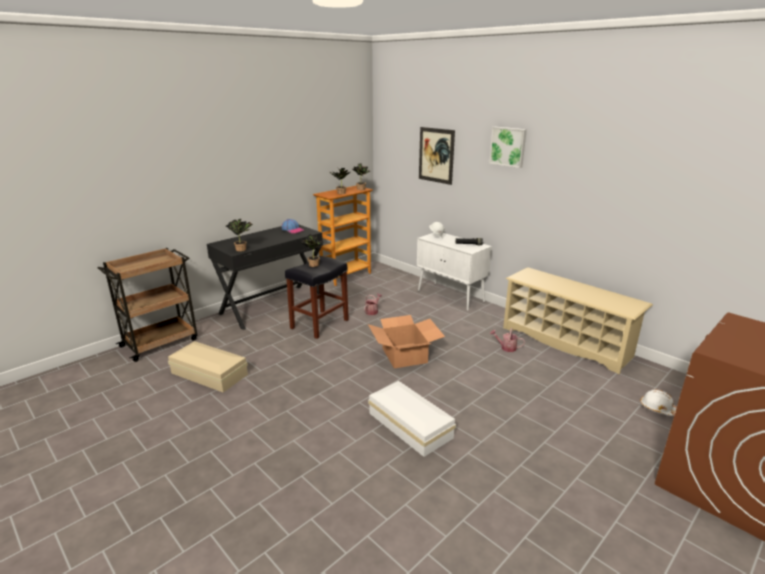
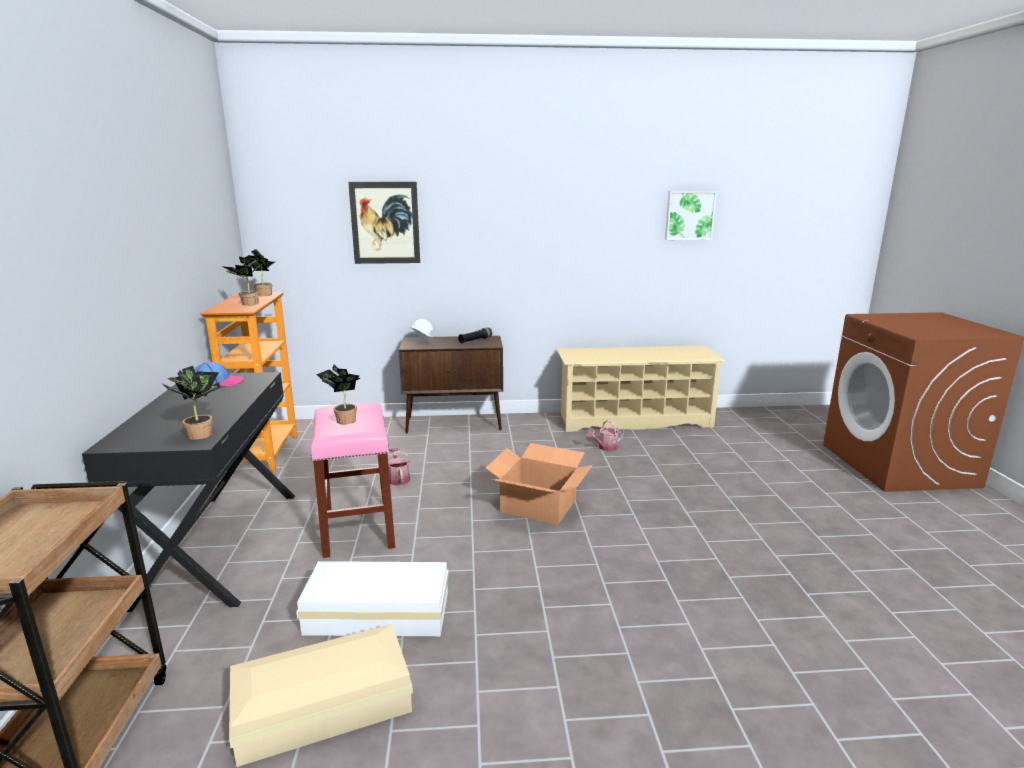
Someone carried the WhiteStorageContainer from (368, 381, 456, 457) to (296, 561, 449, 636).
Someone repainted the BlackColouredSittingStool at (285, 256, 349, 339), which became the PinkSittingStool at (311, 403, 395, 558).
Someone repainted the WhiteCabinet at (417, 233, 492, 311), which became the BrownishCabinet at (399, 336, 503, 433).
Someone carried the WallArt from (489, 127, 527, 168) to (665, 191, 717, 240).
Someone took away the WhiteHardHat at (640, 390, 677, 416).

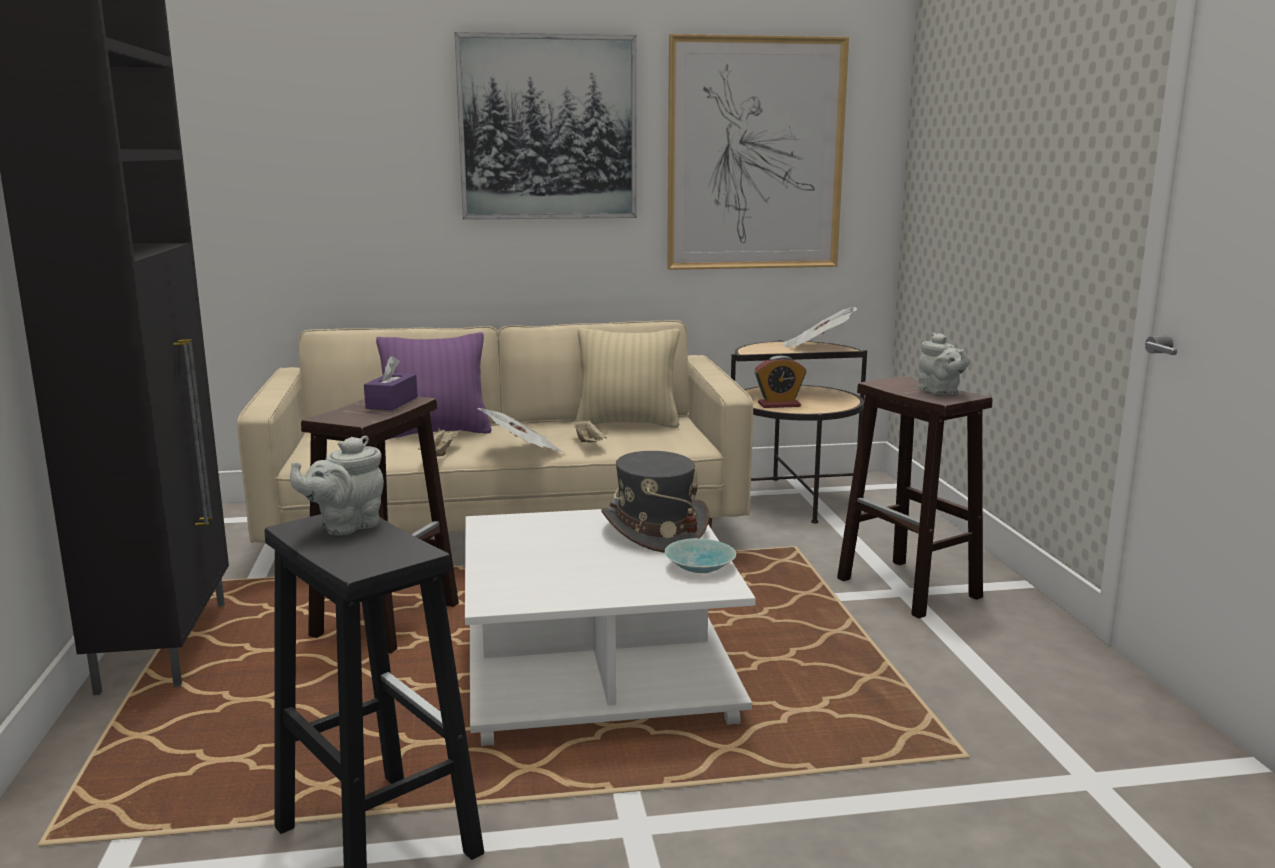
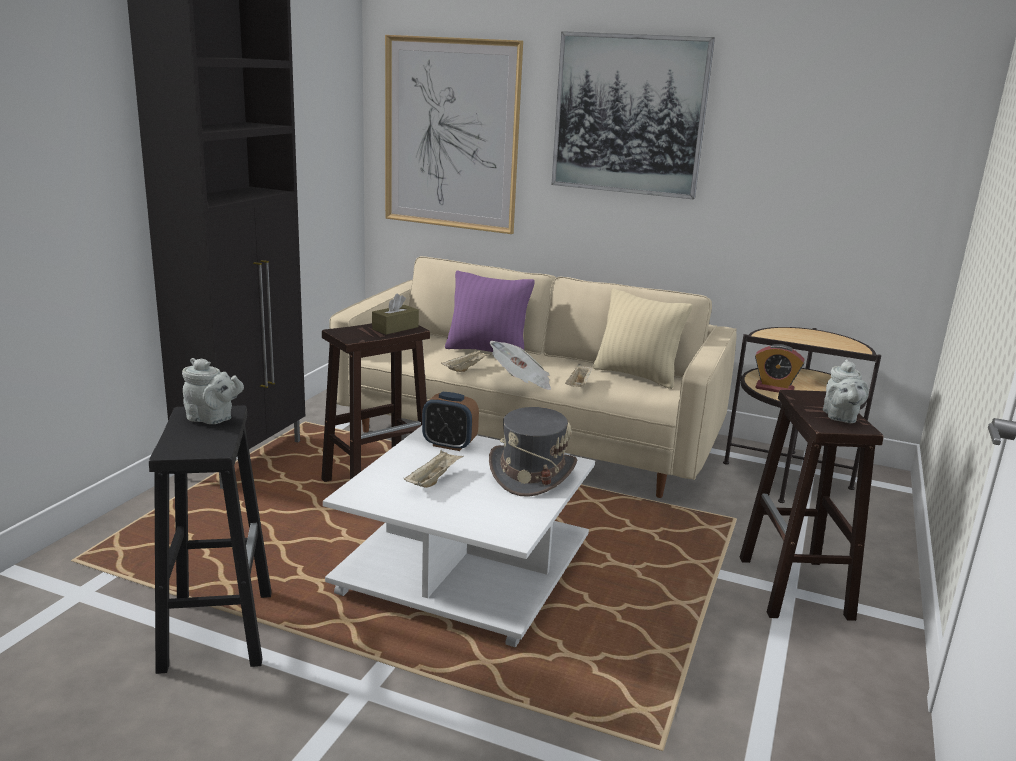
Someone rotated the GrayTeapot at (290, 436, 384, 535) by 150 degrees counterclockwise.
Someone repainted the PurpleColouredTissueHolder at (364, 356, 418, 410), which became the BrownishTissueHolder at (372, 294, 419, 335).
Someone carried the WallArt from (667, 34, 849, 270) to (385, 35, 523, 234).
Someone put down the BeigeColouredCarryingTray at (404, 450, 464, 488).
Someone put down the AlarmClock at (422, 392, 479, 451).
Someone took away the TurquoiseServingBowl at (665, 538, 736, 574).
Someone took away the PrintedPaper at (781, 307, 857, 348).

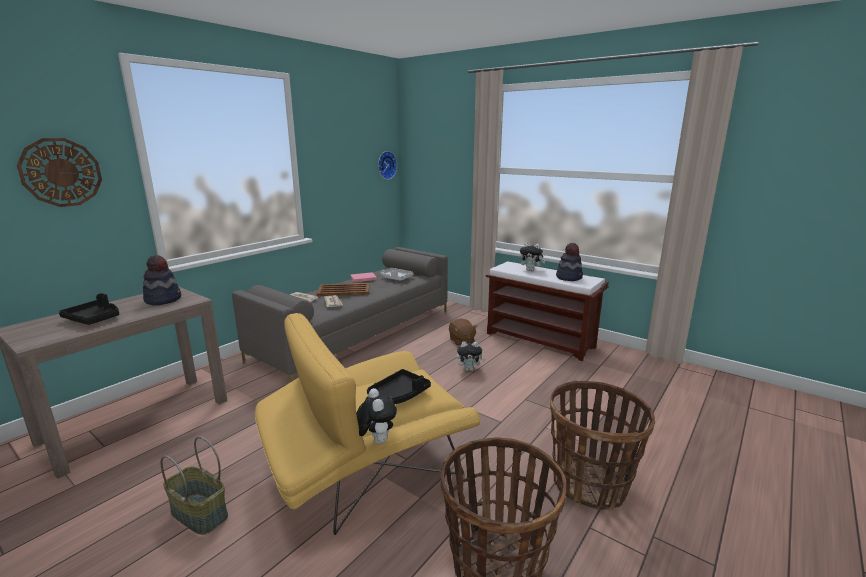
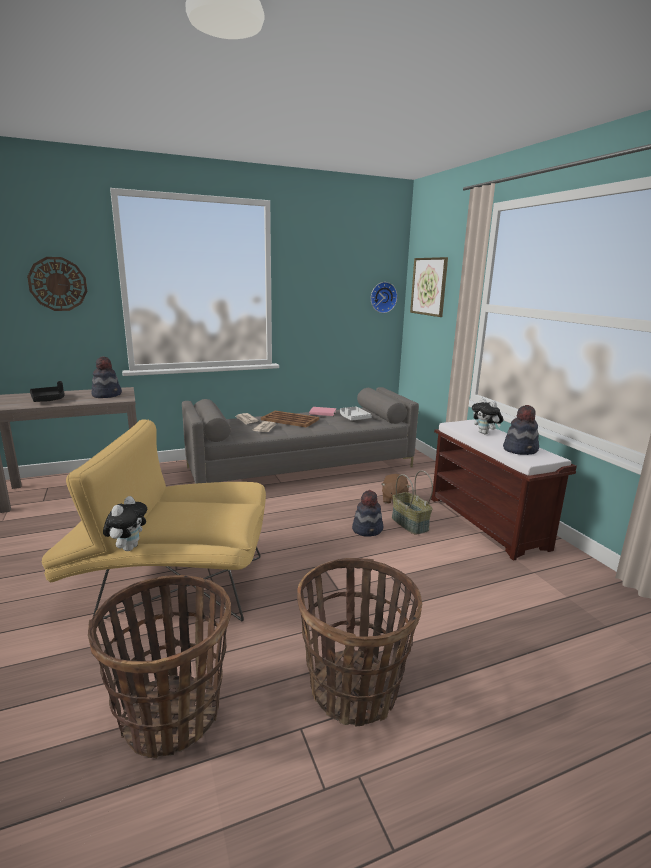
Someone swapped the CuddlyToy at (457, 342, 485, 371) for the ClothingHat at (352, 490, 384, 536).
Someone carried the HouseholdBasket from (160, 436, 228, 535) to (392, 470, 433, 535).
Someone put up the WallArt at (410, 257, 448, 317).
Someone took away the BlackColouredCarryingTray at (367, 369, 431, 404).

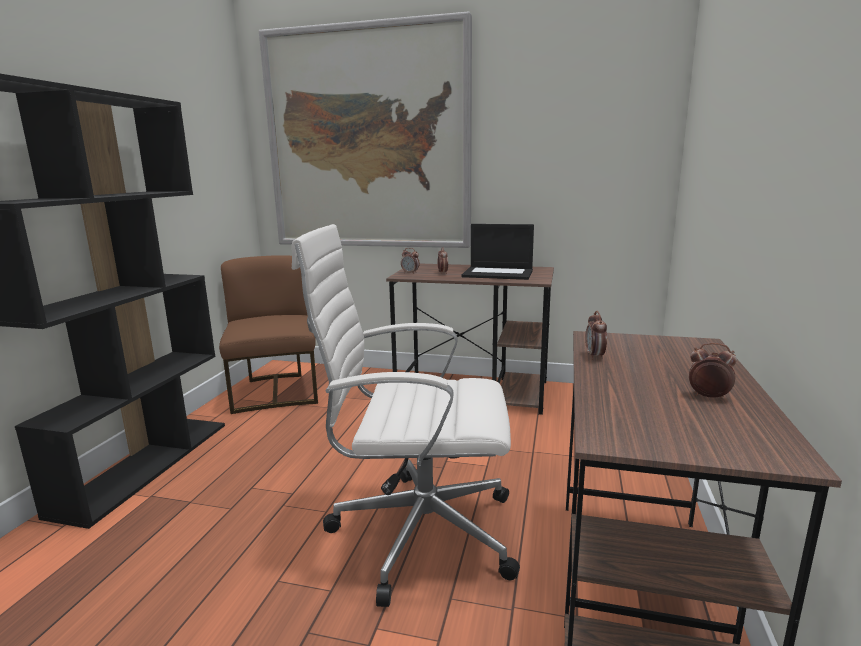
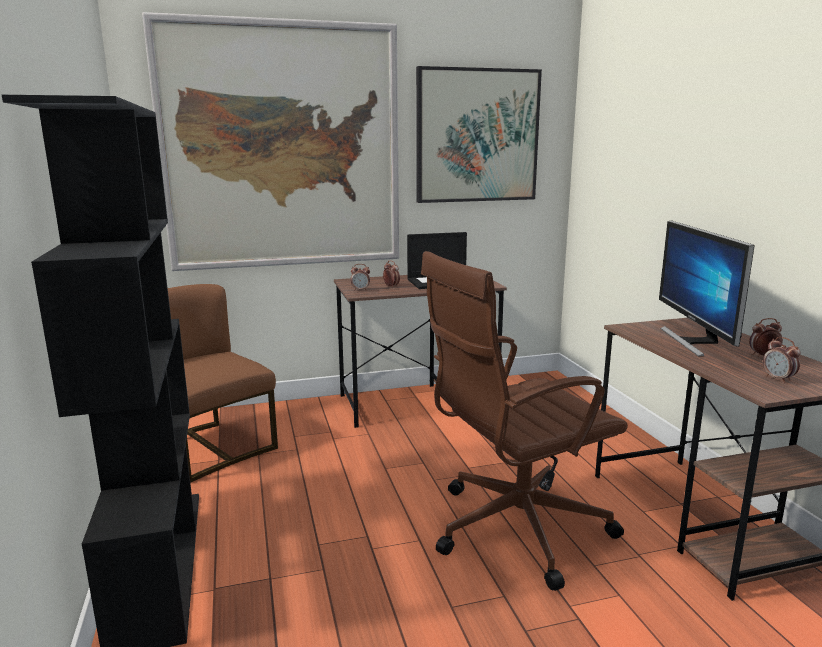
Someone put up the WallArt at (416, 66, 542, 203).
Someone repainted the WhiteDeskChair at (292, 224, 520, 607), which became the BrownishDeskChair at (421, 251, 628, 591).
Someone put down the Monitor at (659, 221, 755, 357).
Someone carried the AlarmClock from (585, 311, 607, 360) to (763, 337, 801, 383).

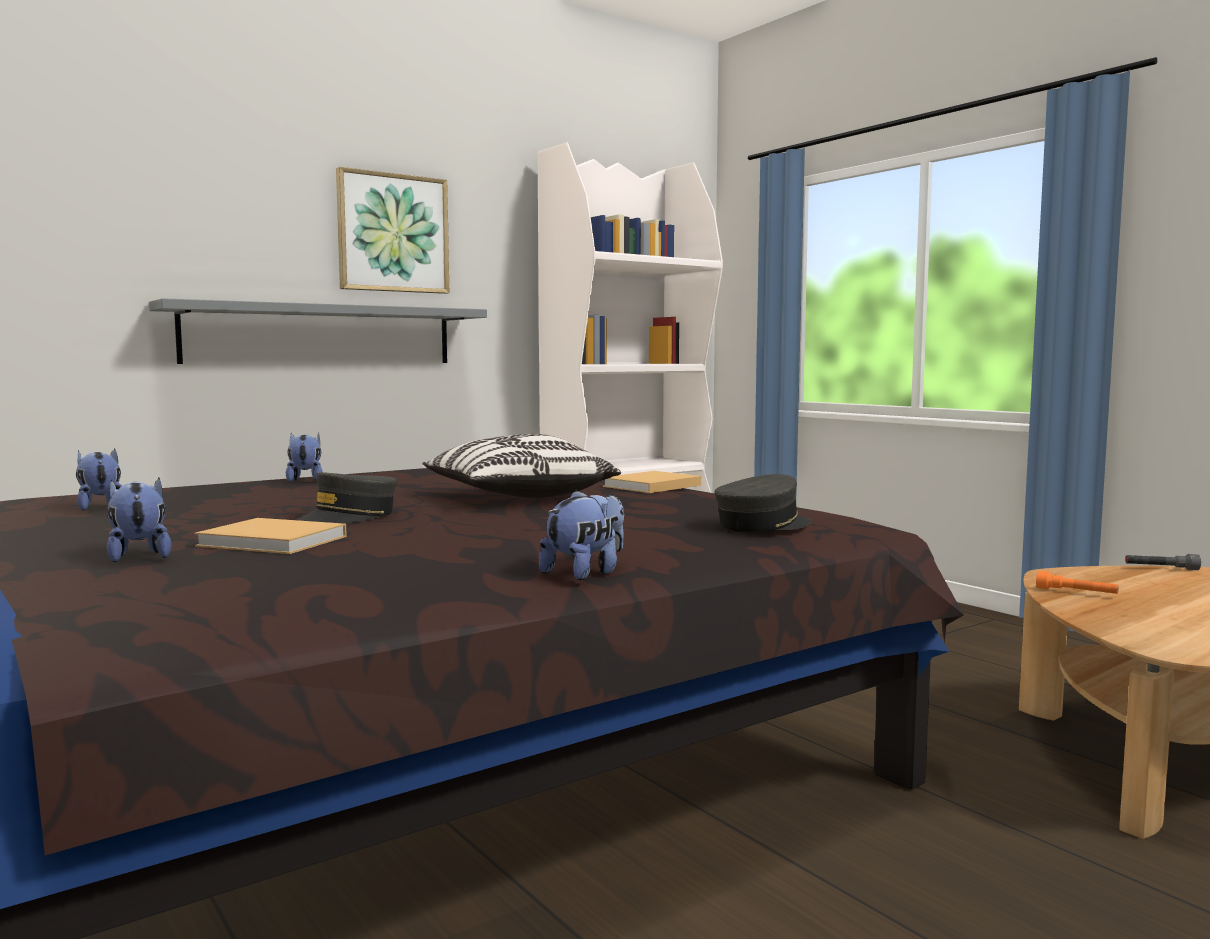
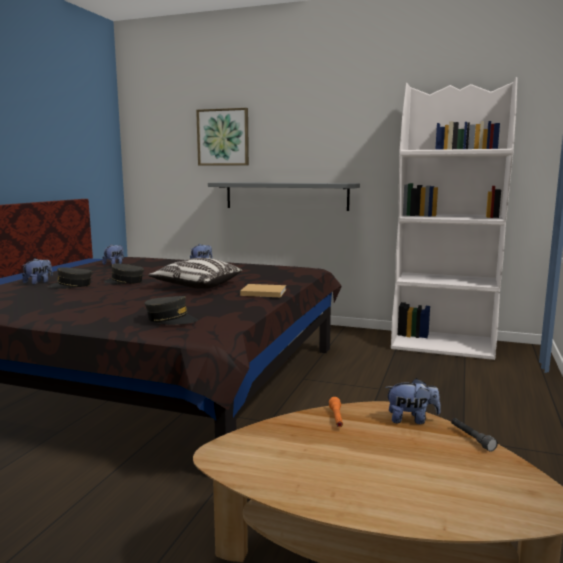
Someone swapped the BeigeColouredBook at (195, 518, 347, 554) for the GrayCap at (47, 267, 92, 289).
Someone carried the WallArt from (336, 167, 449, 294) to (196, 108, 249, 166).
Someone carried the CuddlyToy from (539, 490, 624, 580) to (385, 378, 441, 424).

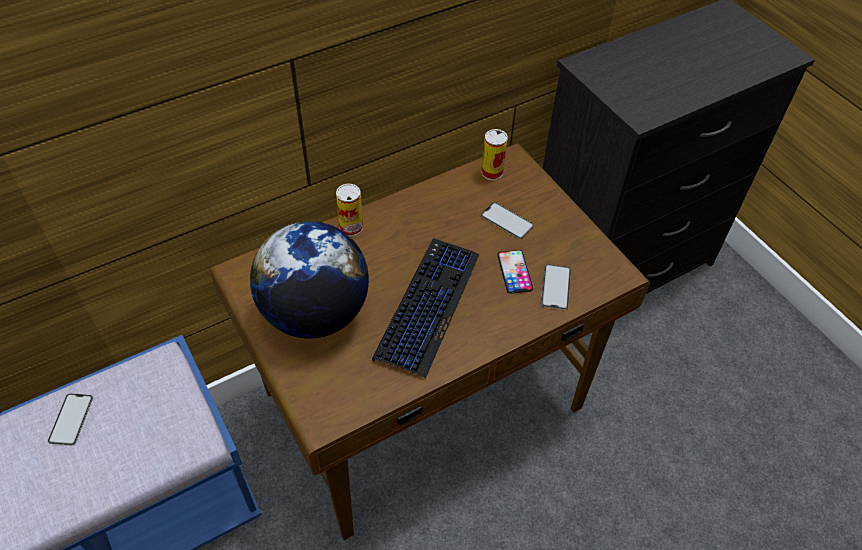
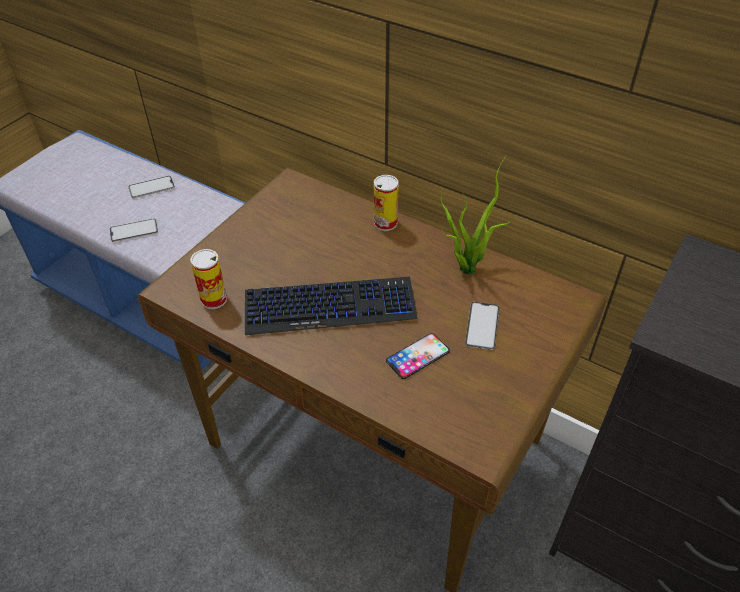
Someone carried the Telephone from (541, 264, 571, 310) to (110, 218, 158, 242).
Someone carried the SealedCan from (481, 129, 508, 180) to (190, 249, 227, 309).
Someone put down the PlantInAPot at (441, 156, 514, 274).
Someone took away the DeskGlobe at (250, 221, 369, 339).

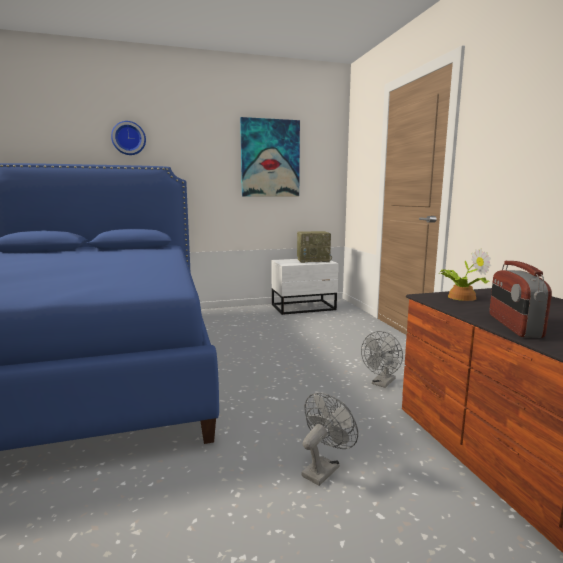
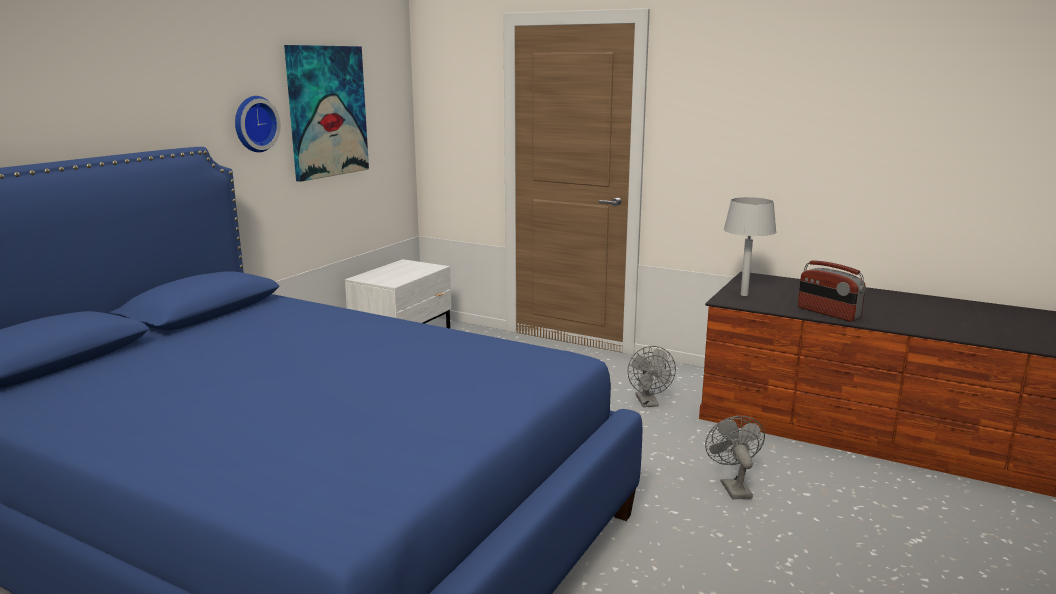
Someone carried the ClockOnTheWall from (111, 121, 146, 155) to (235, 96, 281, 152).
Someone swapped the PlantInAPot at (438, 248, 491, 301) for the GrayTableLamp at (724, 197, 776, 296).
Someone took away the RadioSet at (297, 231, 332, 263).

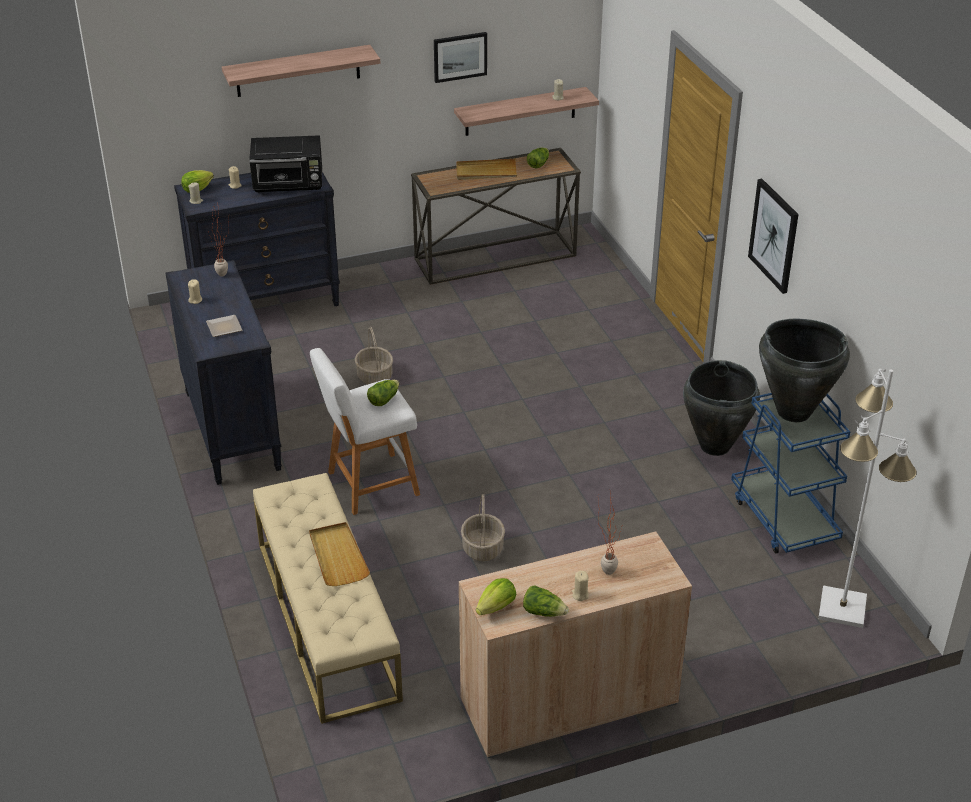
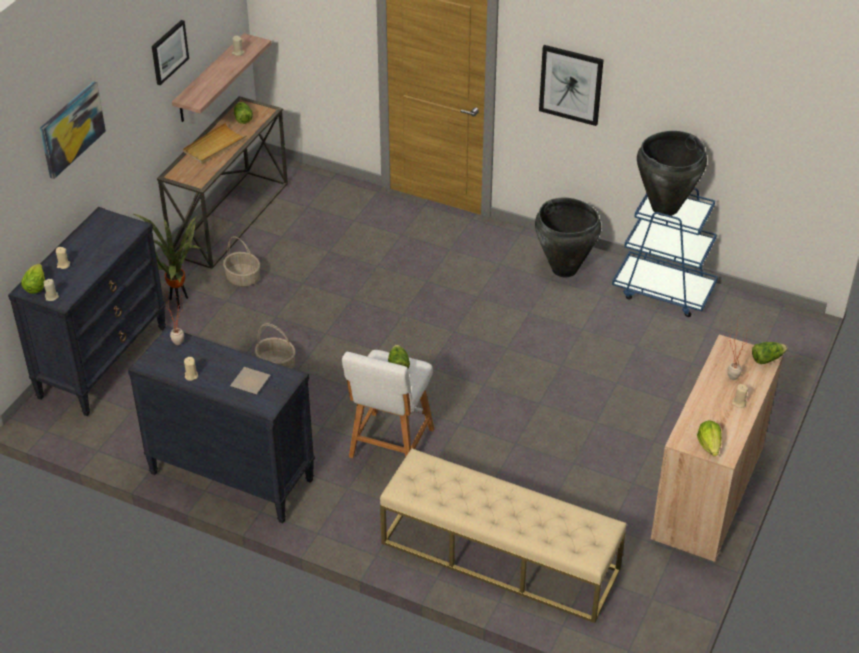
Someone swapped the BracketShelf at (222, 45, 380, 97) for the WallArt at (40, 81, 106, 179).
Someone put down the PlantInAPot at (132, 213, 202, 309).
Someone carried the HouseholdBasket from (461, 494, 505, 561) to (223, 236, 260, 287).
Someone carried the Lettuce from (523, 585, 569, 617) to (752, 342, 788, 364).
Someone took away the BlackColouredMicrowaveOven at (249, 135, 322, 193).
Someone took away the BeigeColouredCarryingTray at (309, 522, 370, 586).
Someone took away the WhiteFloorLamp at (818, 369, 916, 628).

